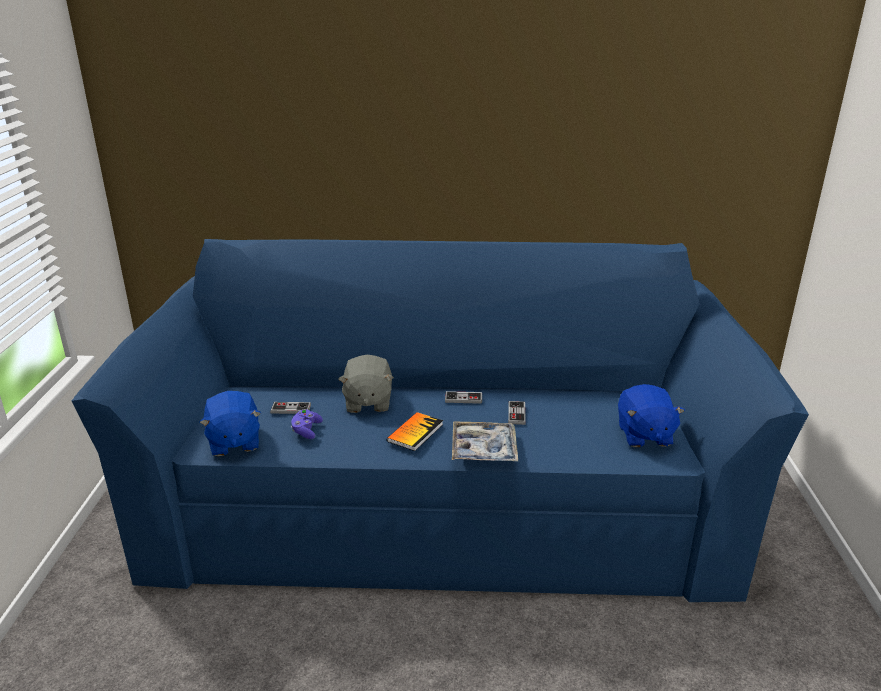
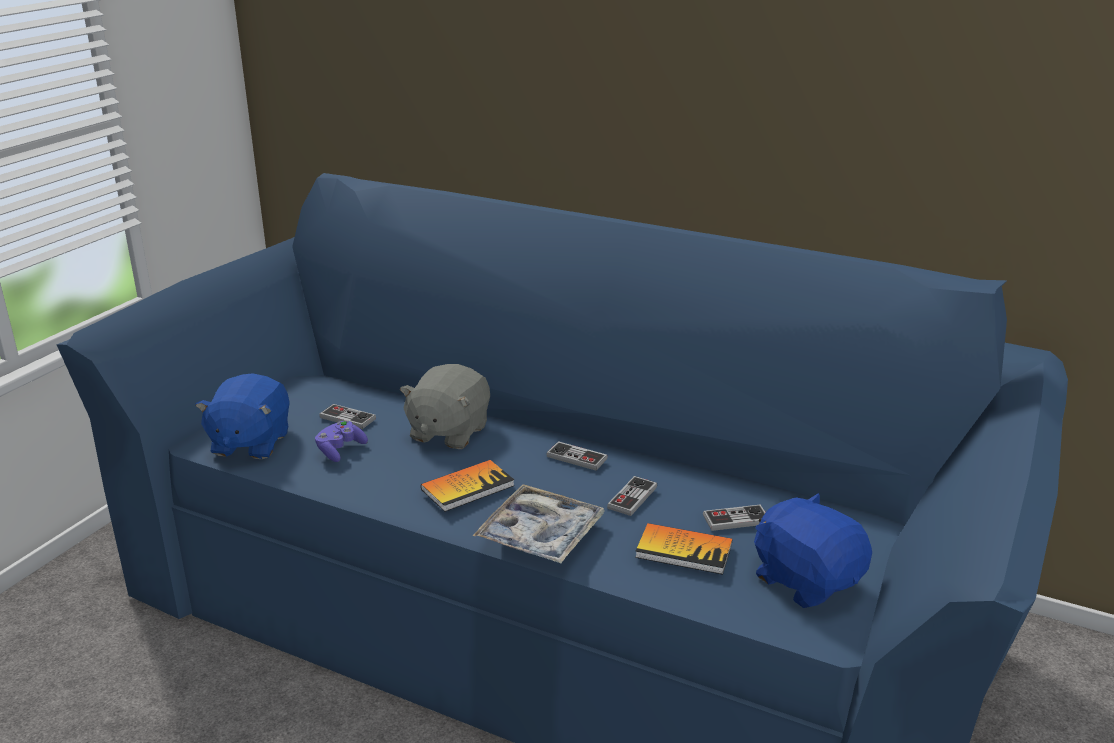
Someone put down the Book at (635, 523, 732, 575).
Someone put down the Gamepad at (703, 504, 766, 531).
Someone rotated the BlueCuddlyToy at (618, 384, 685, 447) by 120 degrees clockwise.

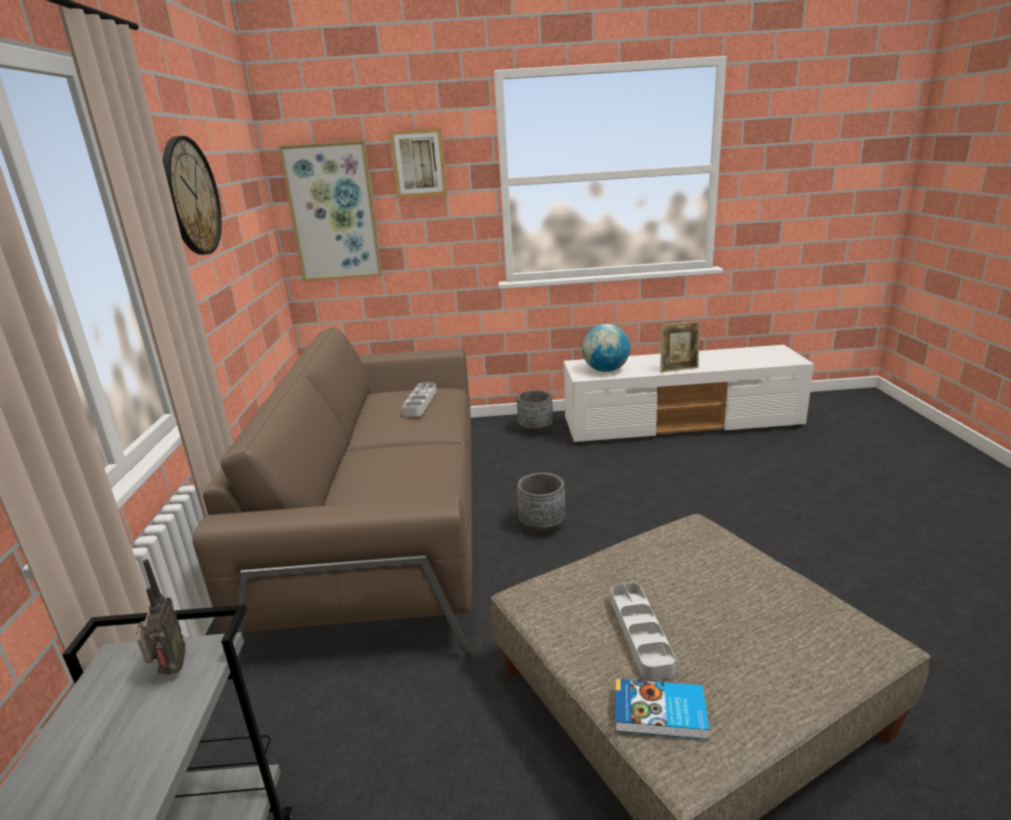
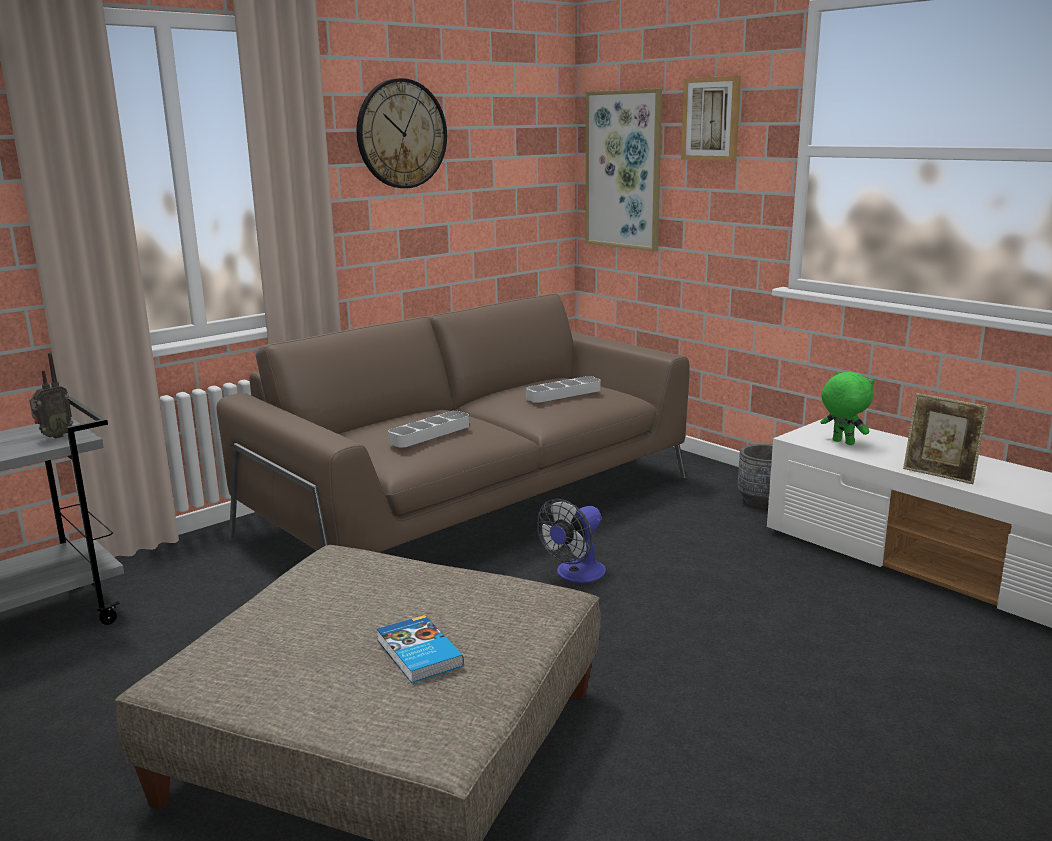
Someone carried the Book from (616, 679, 710, 740) to (377, 615, 464, 683).
Someone carried the GrayCarryingTray from (611, 583, 676, 680) to (388, 411, 469, 447).
Someone swapped the GrayPlanter at (517, 472, 566, 535) for the CoolingFan at (537, 499, 606, 583).
Someone swapped the DeskGlobe at (582, 324, 630, 372) for the GreenishCuddlyToy at (821, 371, 875, 445).

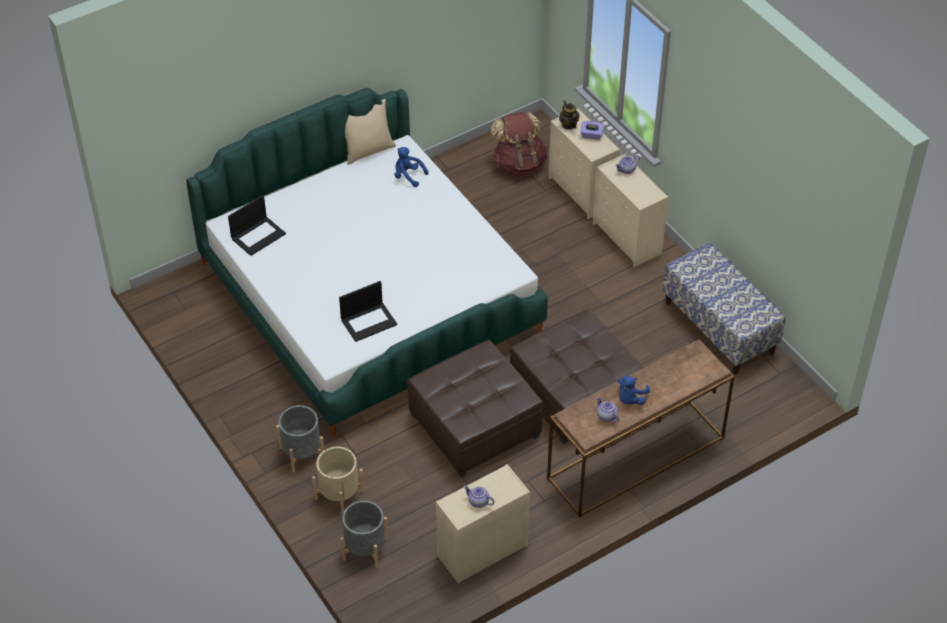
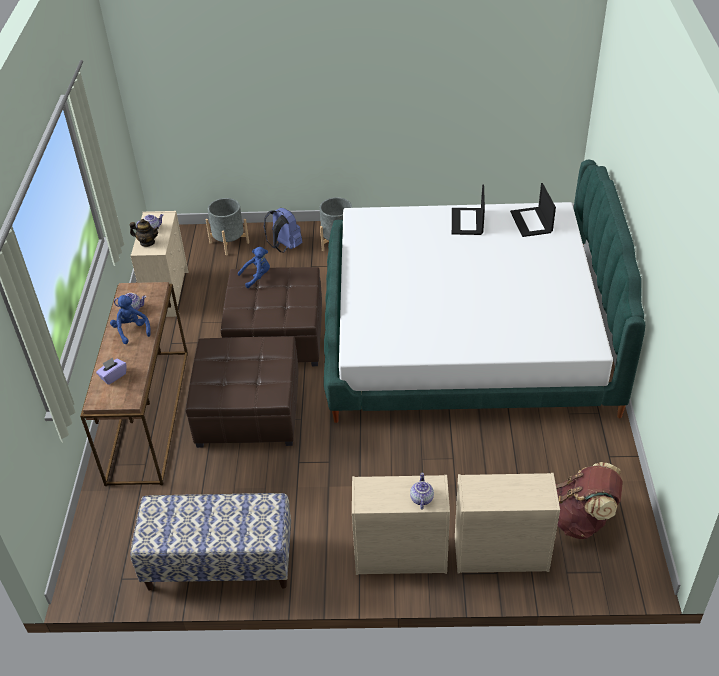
Someone carried the PurpleColouredTissueHolder from (581, 121, 604, 140) to (96, 357, 126, 385).
Someone carried the Teapot from (559, 100, 580, 130) to (130, 219, 159, 247).
Someone carried the BlueCuddlyToy from (394, 147, 428, 187) to (238, 247, 270, 288).
Someone swapped the BeigeColouredPlanter at (312, 447, 364, 515) for the BlueRucksack at (264, 208, 303, 252).
Someone carried the PortableComputer from (339, 281, 397, 342) to (452, 184, 485, 235).
Someone took away the BeigeColouredPillow at (345, 99, 396, 165).

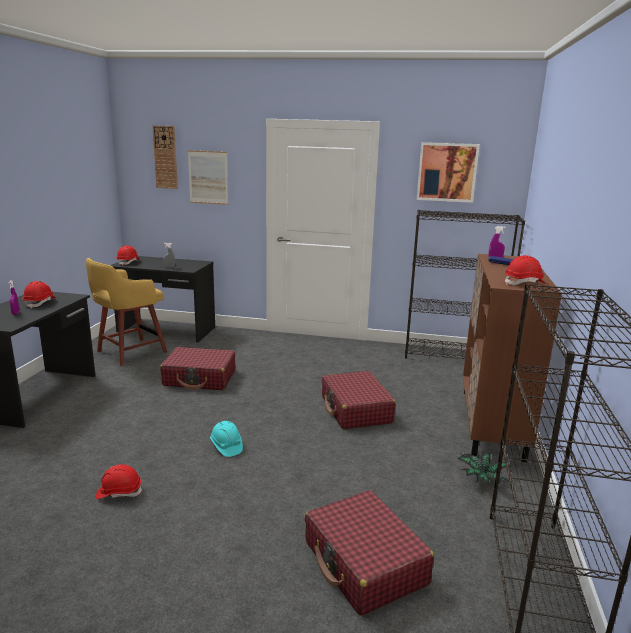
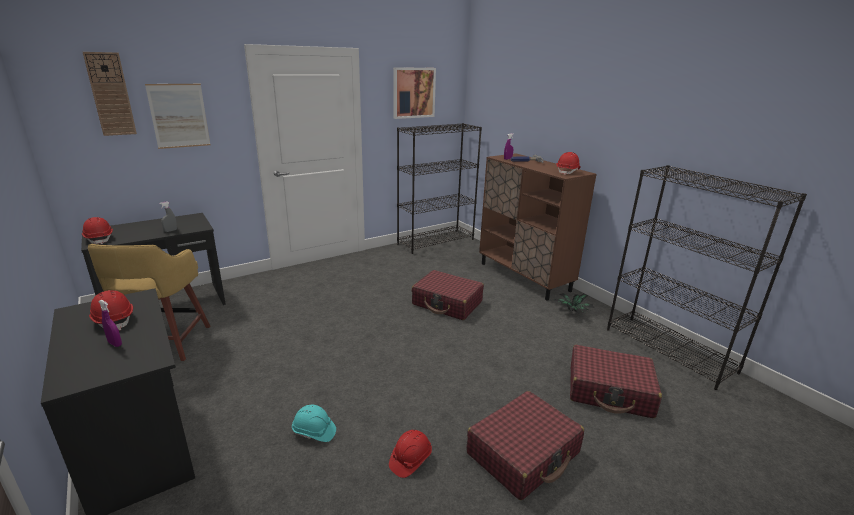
Someone carried the TurquoiseHardHat from (210, 421, 243, 457) to (292, 405, 336, 442).
Someone carried the RedColouredTravelCase from (160, 347, 235, 390) to (467, 391, 584, 500).

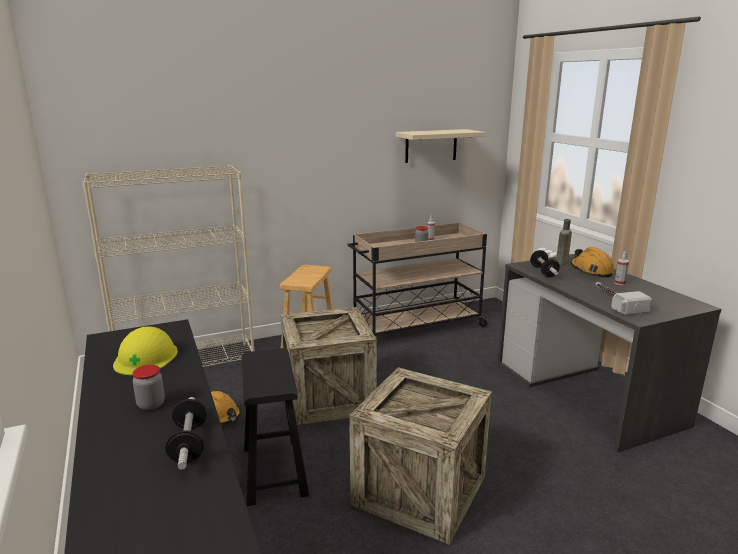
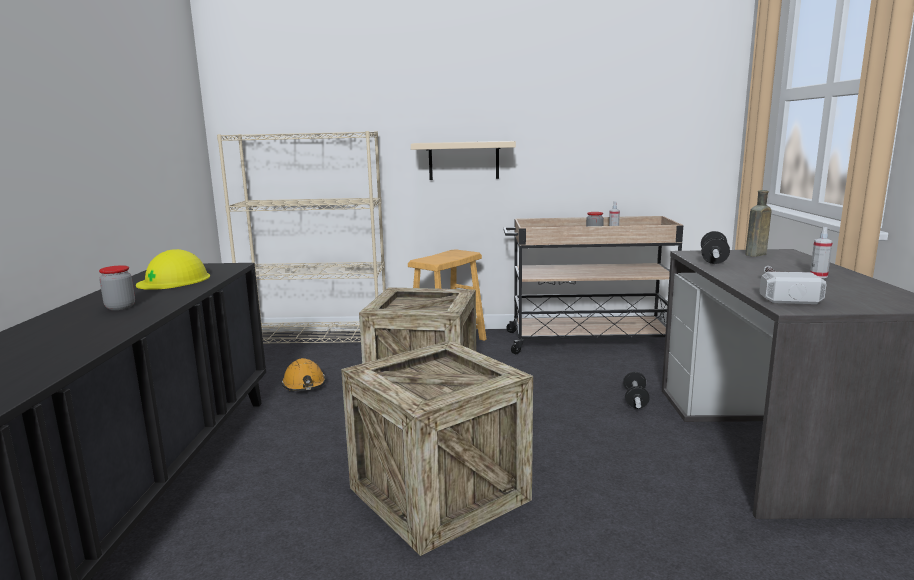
Someone carried the BeigeColouredBracketShelf from (396, 129, 486, 163) to (411, 141, 516, 180).
Someone carried the Dumbbell from (166, 397, 207, 469) to (623, 372, 650, 409).
Someone took away the BlackColouredSittingStool at (242, 348, 310, 506).
Someone took away the OrangeyHardHat at (571, 247, 615, 278).

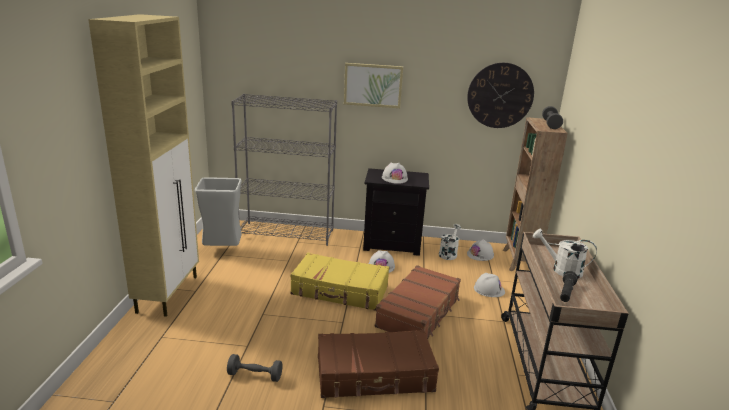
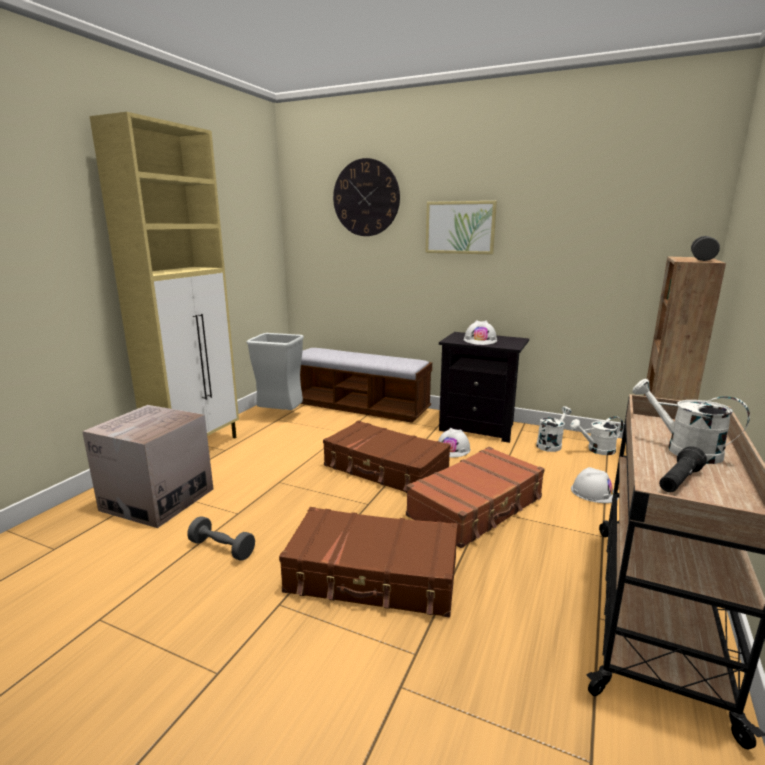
Someone put down the CardboardBox at (82, 405, 213, 528).
Someone swapped the GrayBookshelf at (231, 94, 337, 246) for the Bench at (300, 348, 432, 423).
Someone repainted the YellowishTravelCase at (290, 253, 389, 311), which became the BrownishTravelCase at (323, 421, 451, 493).
Someone carried the ClockOnTheWall from (467, 63, 534, 128) to (333, 158, 400, 236).
Someone swapped the WhiteHardHat at (467, 240, 494, 261) for the WhiteWateringPot at (570, 416, 624, 455).

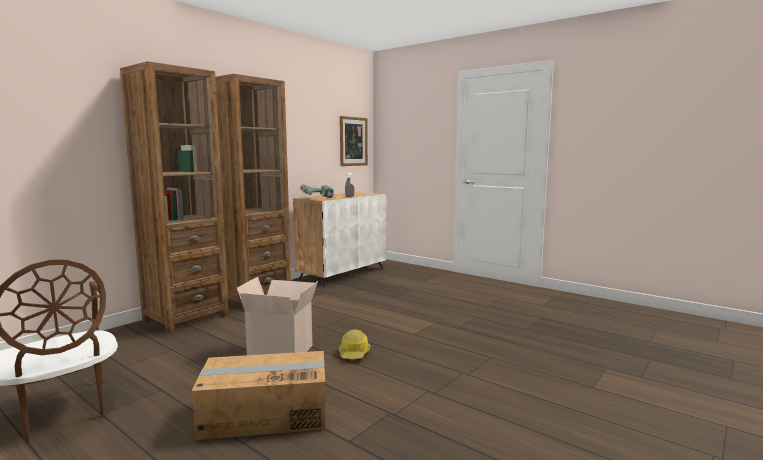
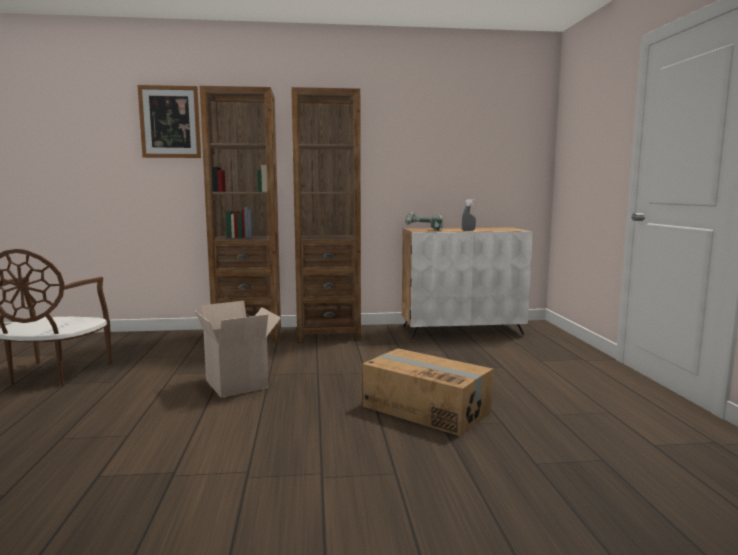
Someone carried the WallArt from (340, 116, 368, 166) to (137, 85, 201, 158).
Someone carried the CardboardBox from (192, 351, 325, 440) to (362, 348, 493, 437).
Someone took away the HardHat at (339, 329, 370, 359).

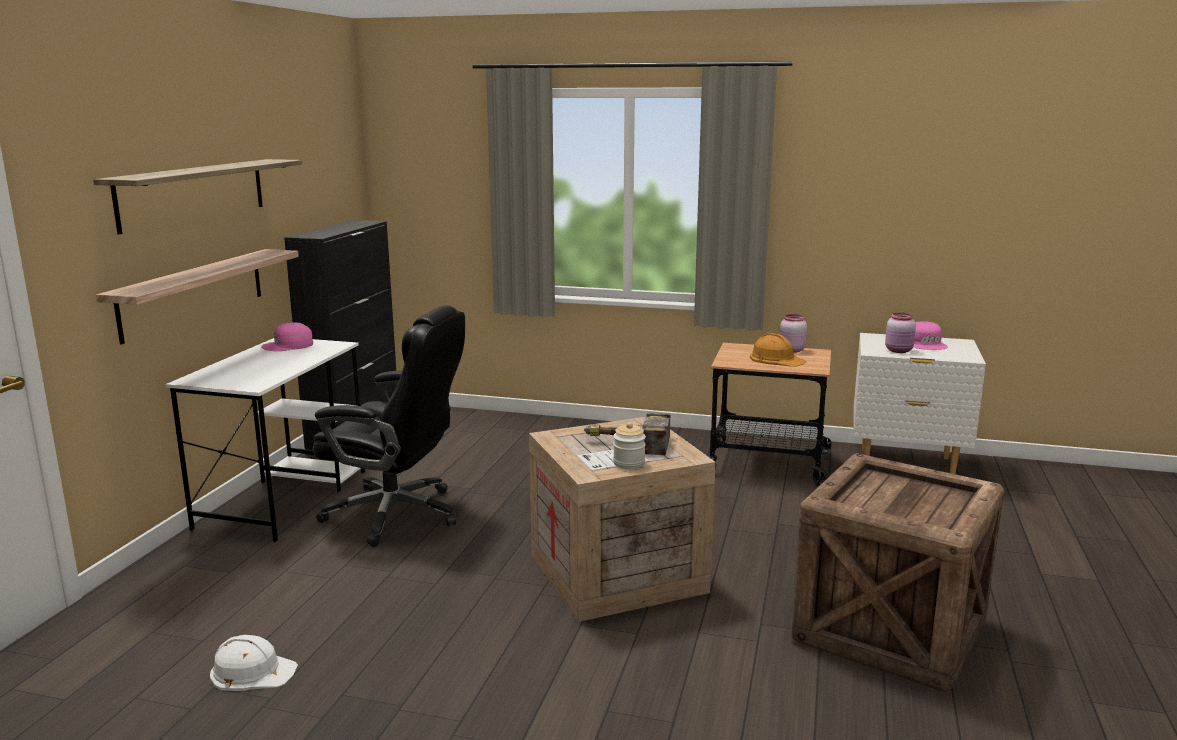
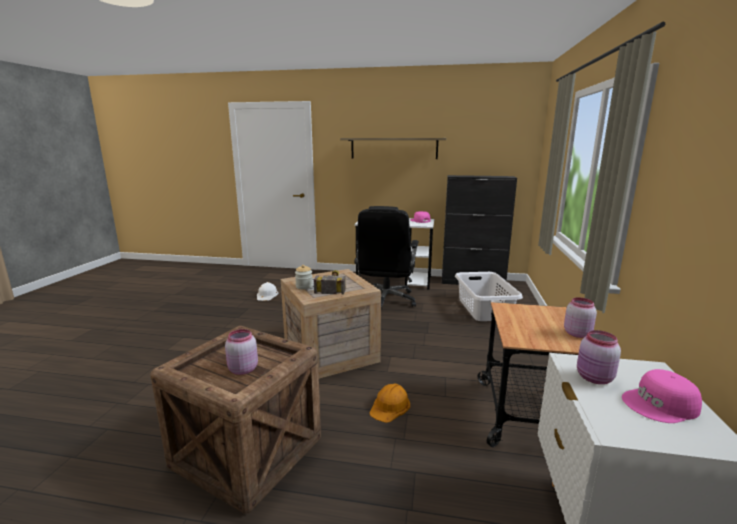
Someone put down the PinkJar at (225, 329, 258, 375).
Someone carried the OrangeyHardHat from (750, 333, 806, 367) to (370, 383, 410, 423).
Someone put down the WhiteHamper at (455, 272, 523, 321).
Someone took away the BracketShelf at (96, 249, 299, 345).

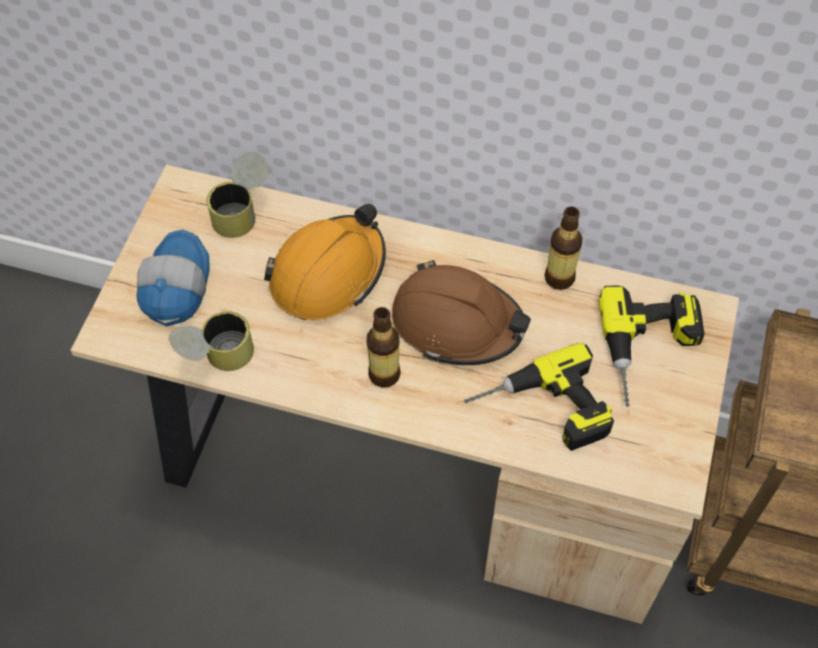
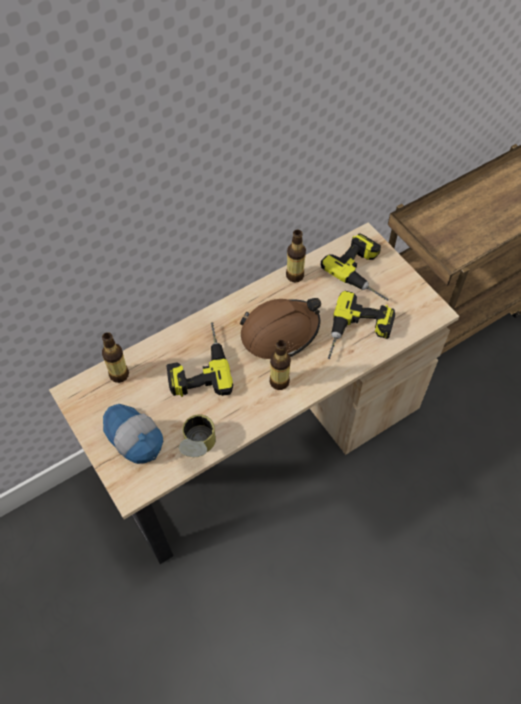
Someone swapped the SealedCan at (206, 152, 268, 238) for the Bottle at (102, 332, 129, 383).
Someone swapped the OrangeyHardHat at (264, 204, 386, 320) for the Drill at (166, 322, 233, 397).

